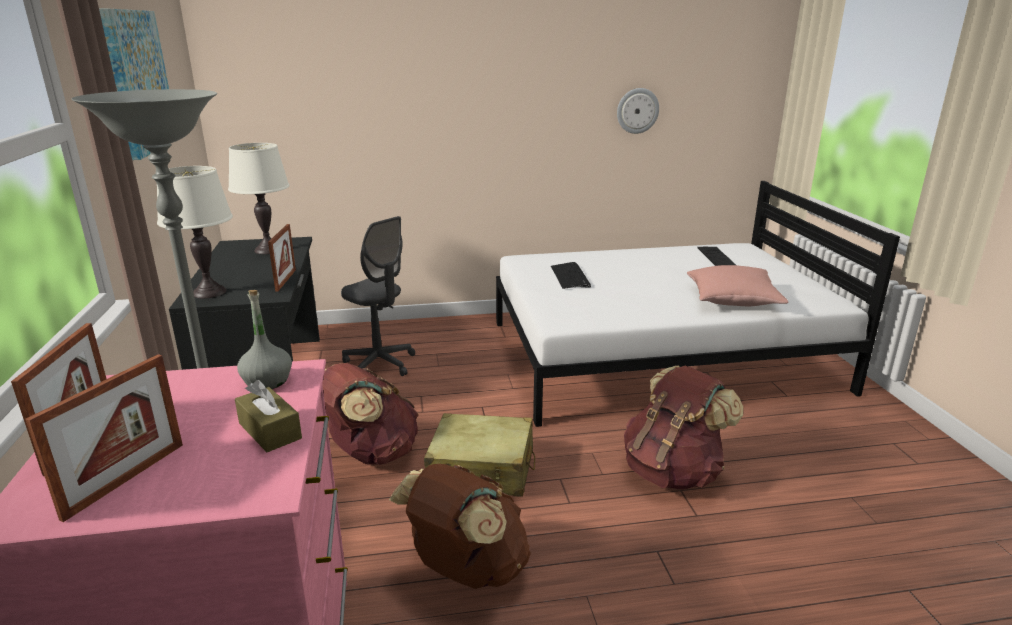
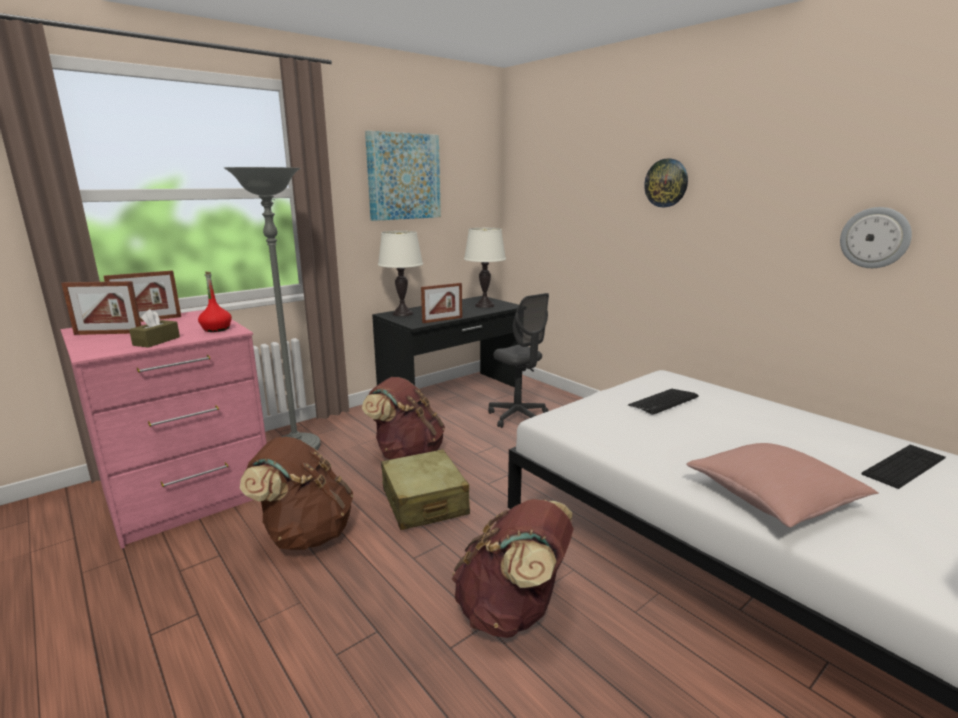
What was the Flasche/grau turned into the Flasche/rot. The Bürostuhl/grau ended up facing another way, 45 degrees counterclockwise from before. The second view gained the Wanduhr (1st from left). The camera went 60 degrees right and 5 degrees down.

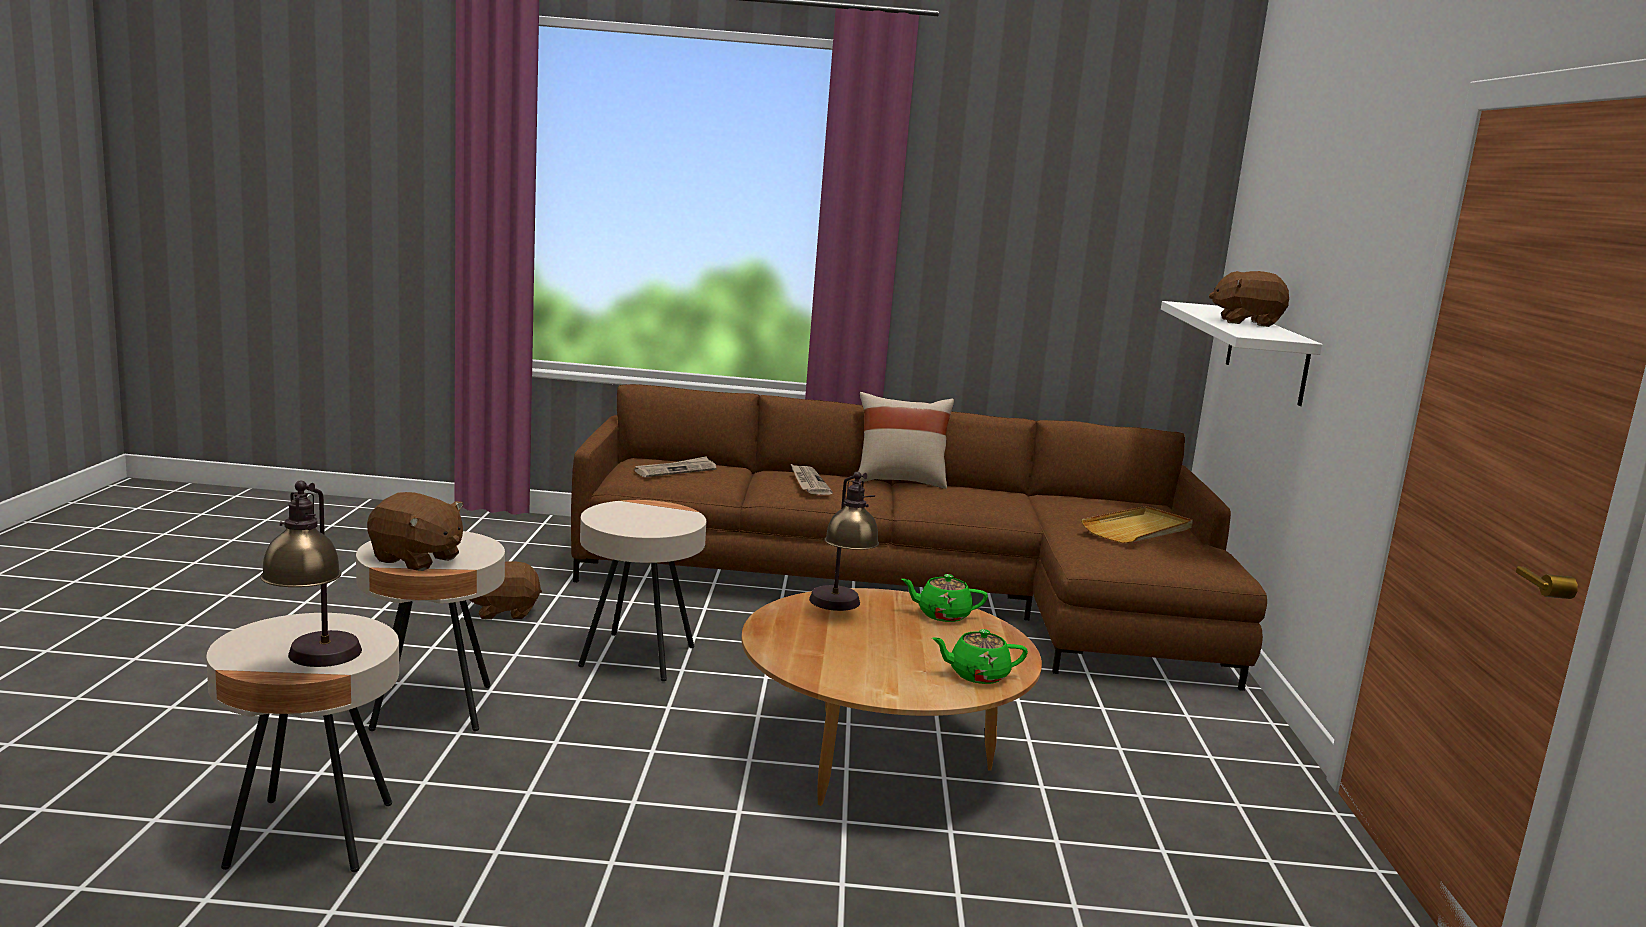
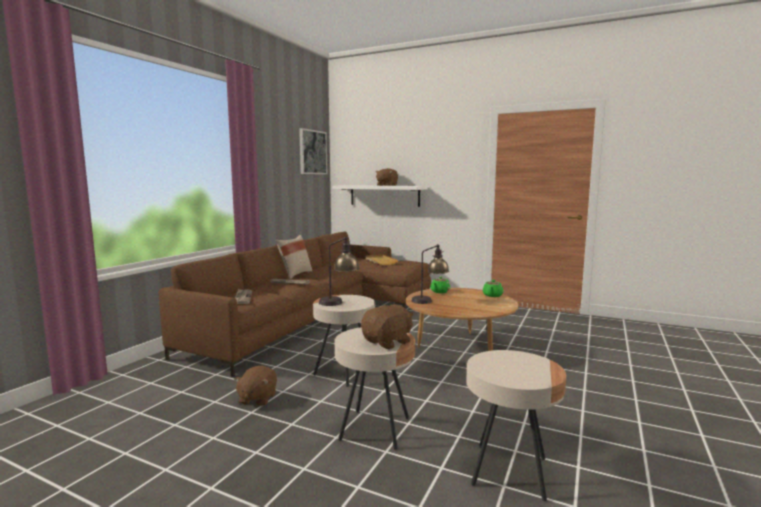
The second view gained the Bild. The Tischlampe (1st from left) ended up elsewhere. The camera went 65 degrees left and 5 degrees down.

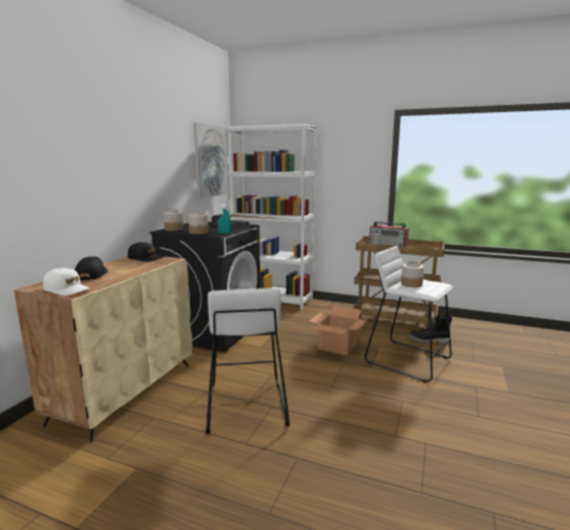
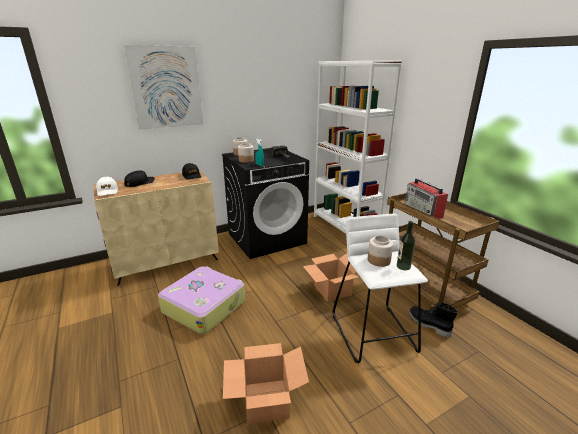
The Bild ended up elsewhere. Where the Hocker/weiß (1st from left) stood, the Koffer came to stand. The second view gained the Karton (1st from left). The second view gained the Flasche. The camera went 40 degrees right and 10 degrees up.

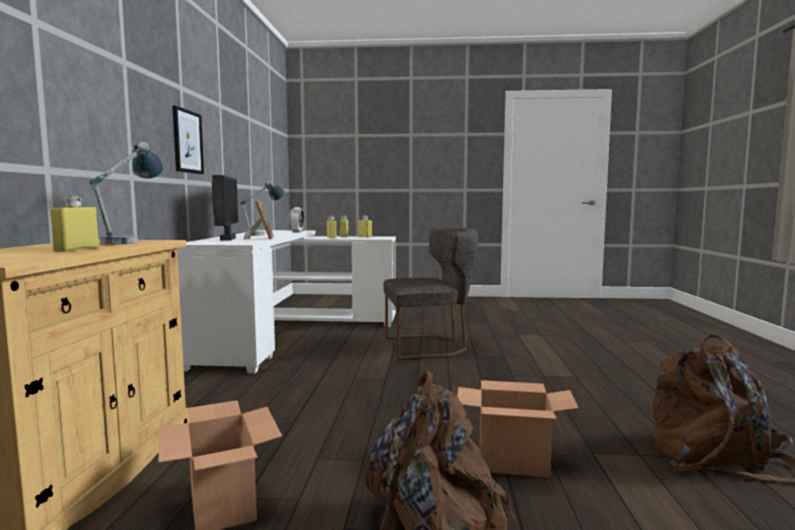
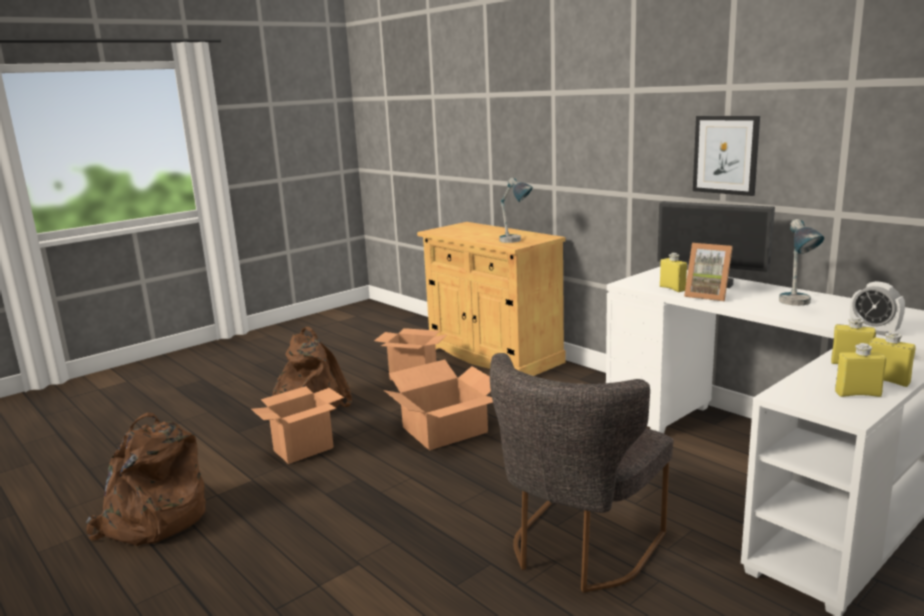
The second view gained the Karton (3rd from left). The Flasche/gelb (1st from left) ended up elsewhere. The camera went 135 degrees right and 10 degrees up.

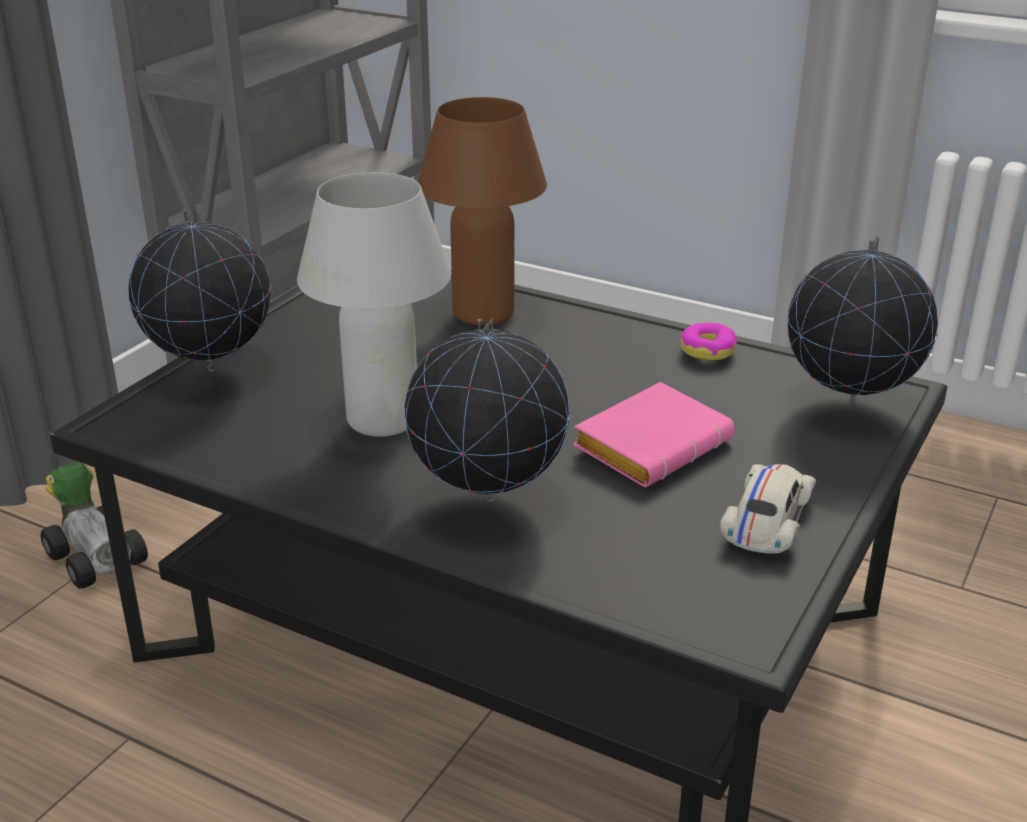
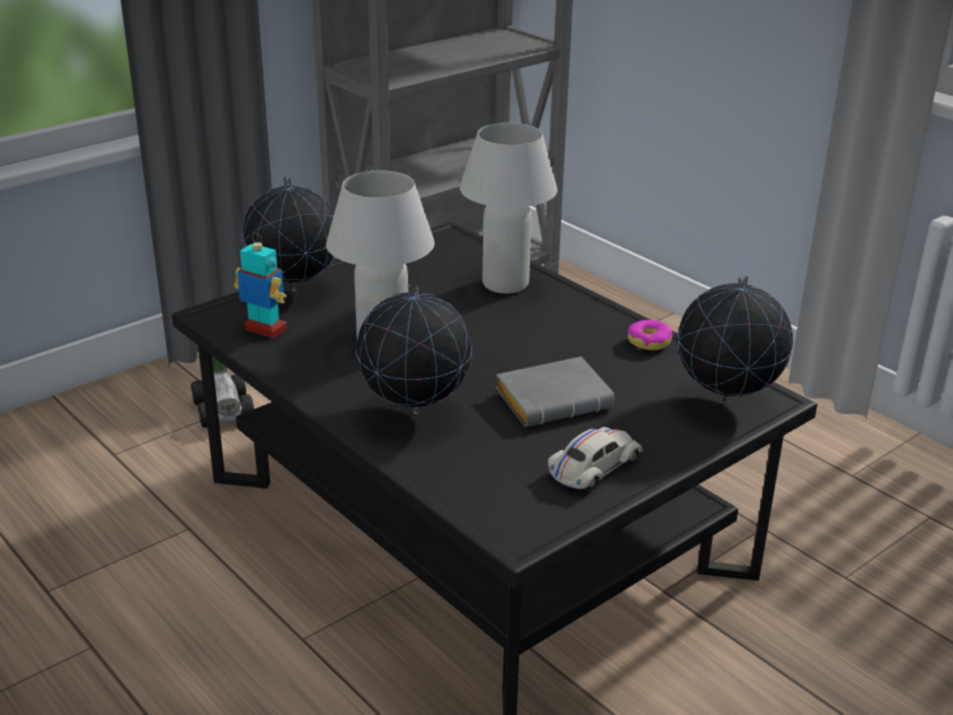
The second view gained the Spielzeugroboter. What was the Tischlampe/braun turned into the Tischlampe/weiß (2nd from left). What was the Buch/rosa turned into the Buch/grau. The camera went 20 degrees right and 0 degrees up.

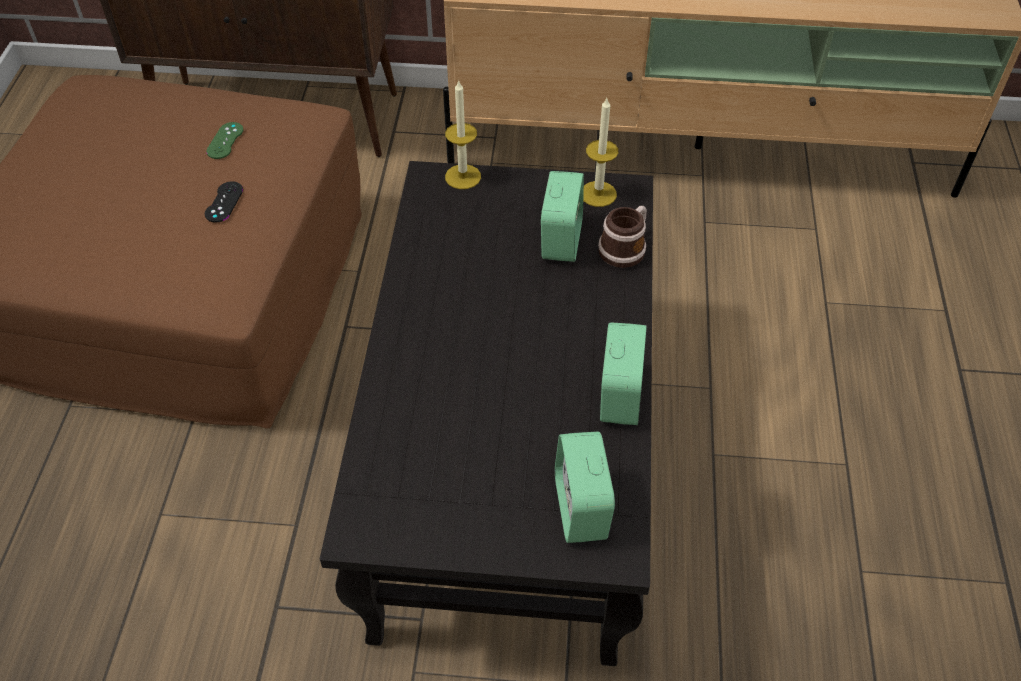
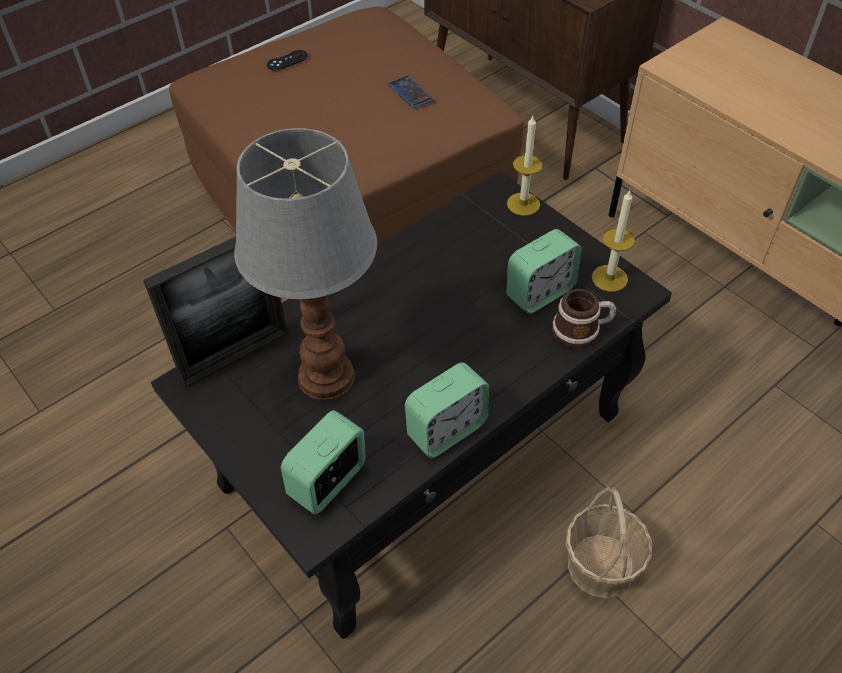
The second view gained the Bilderrahmen. The second view gained the Tischlampe. The Gamepad/schwarz ended up elsewhere. Where the Gamepad/grün stood, the Handy came to stand. The second view gained the Korb. The camera went 45 degrees right and 0 degrees up.

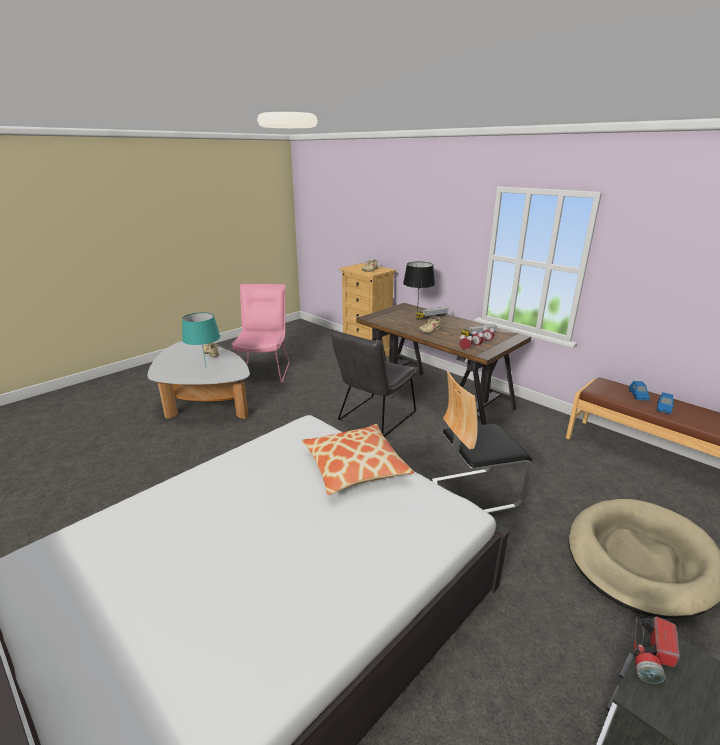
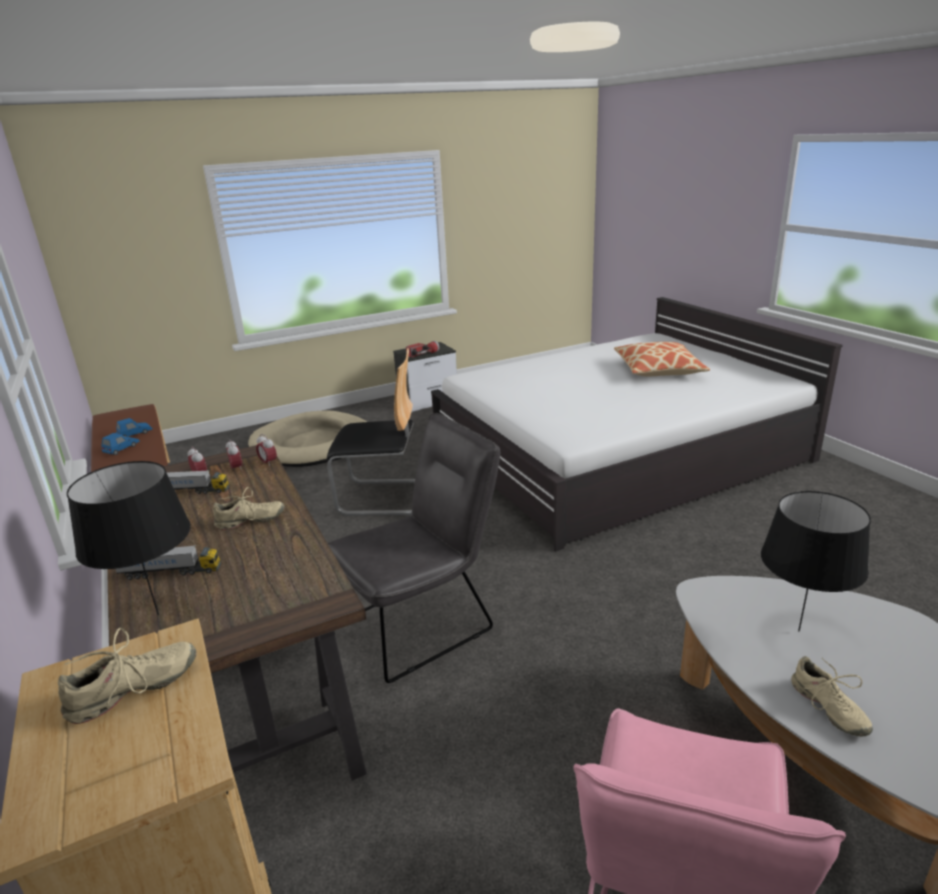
The Kissen ended up elsewhere. What was the Tischlampe/türkis turned into the Tischlampe/schwarz (2nd from left). The camera went 160 degrees left and 0 degrees up.

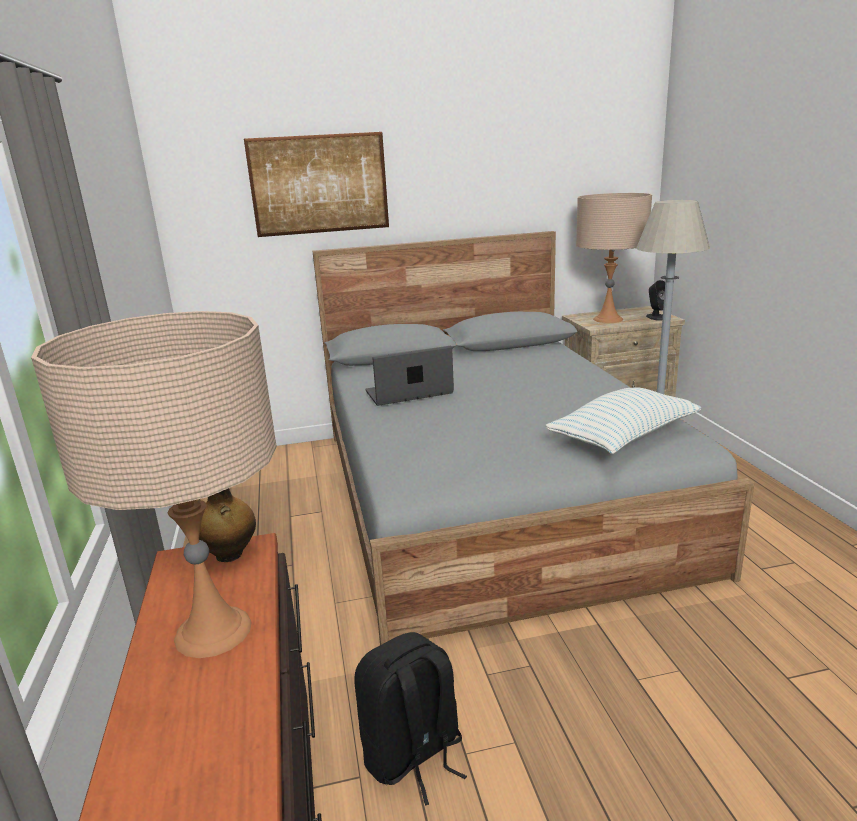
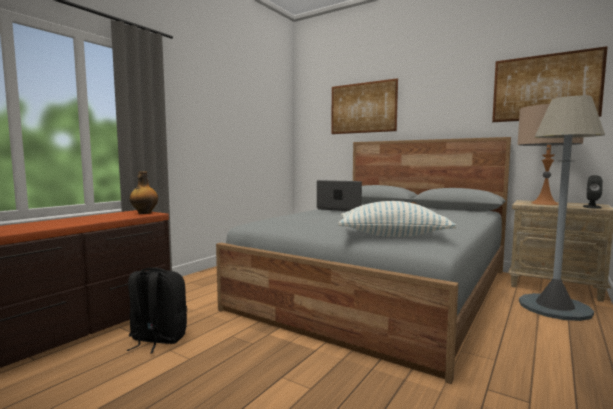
The second view gained the Bild (2nd from left). The second view lost the Tischlampe/beige (1st from left). The camera went 45 degrees right and 15 degrees down.

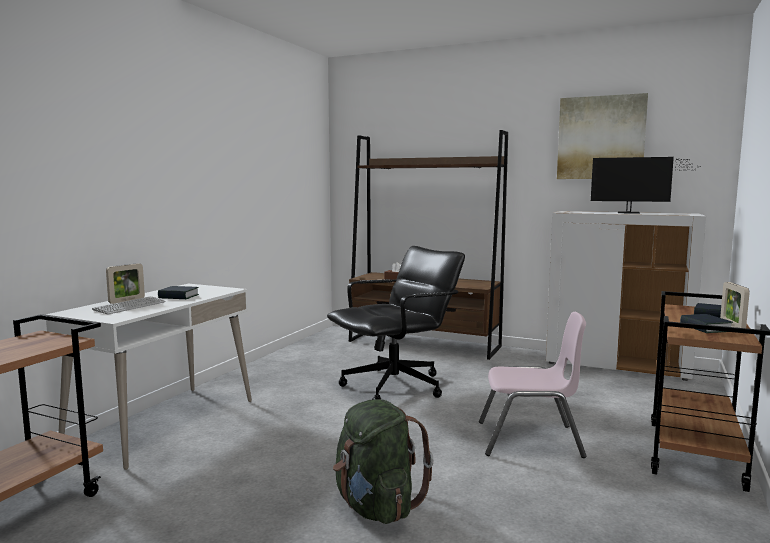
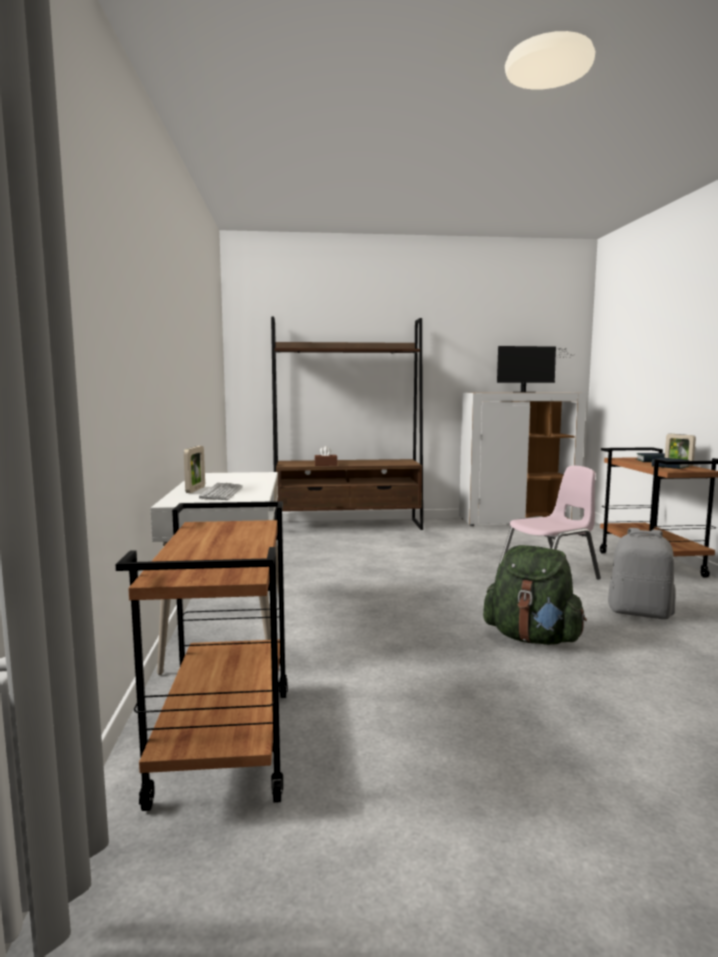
The second view gained the Rucksack/grau. The second view lost the Buch (1st from left). The second view lost the Bürostuhl/schwarz. The second view lost the Bild. The camera went 30 degrees left and 0 degrees up.

